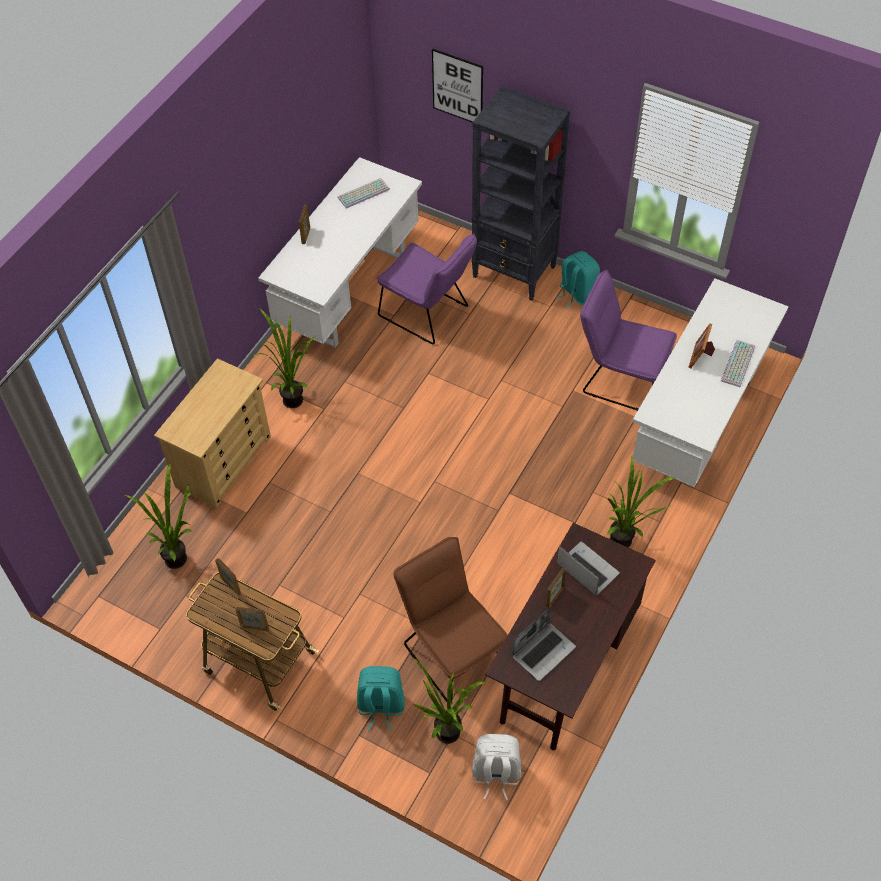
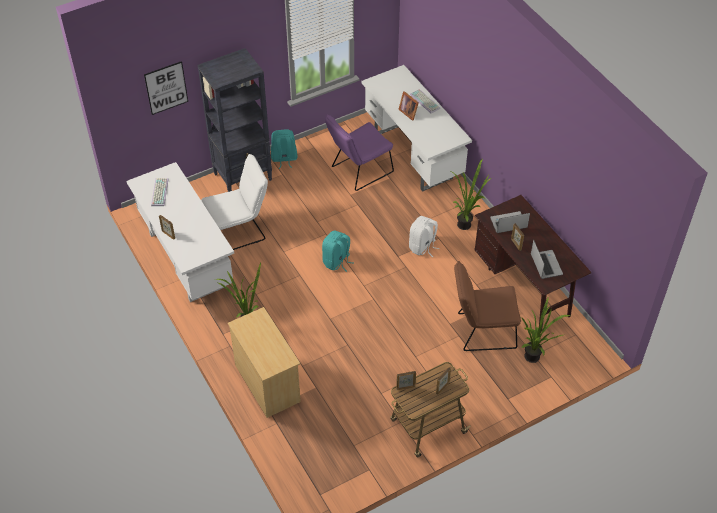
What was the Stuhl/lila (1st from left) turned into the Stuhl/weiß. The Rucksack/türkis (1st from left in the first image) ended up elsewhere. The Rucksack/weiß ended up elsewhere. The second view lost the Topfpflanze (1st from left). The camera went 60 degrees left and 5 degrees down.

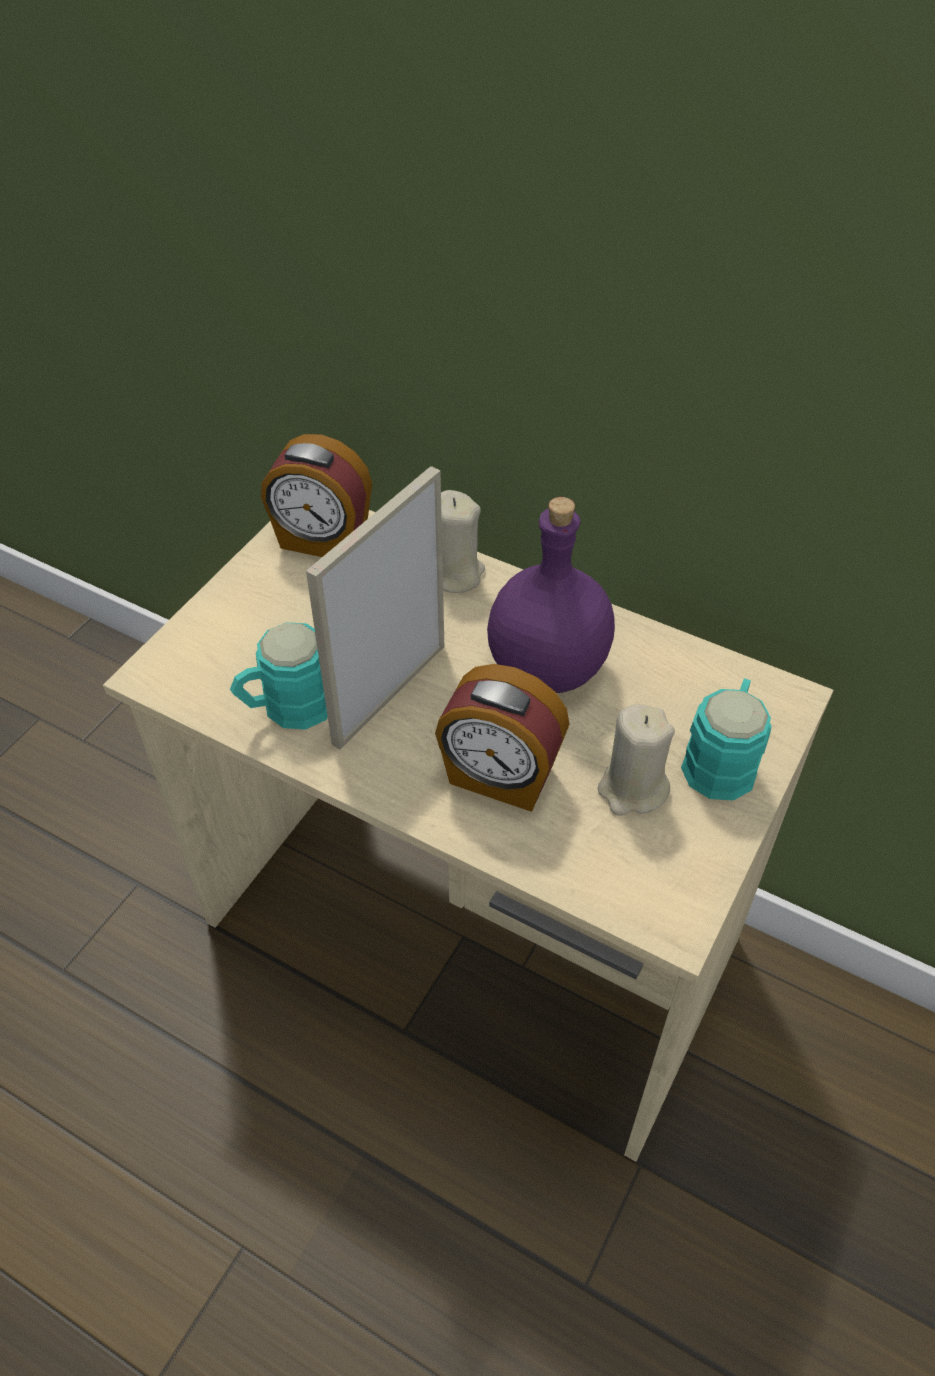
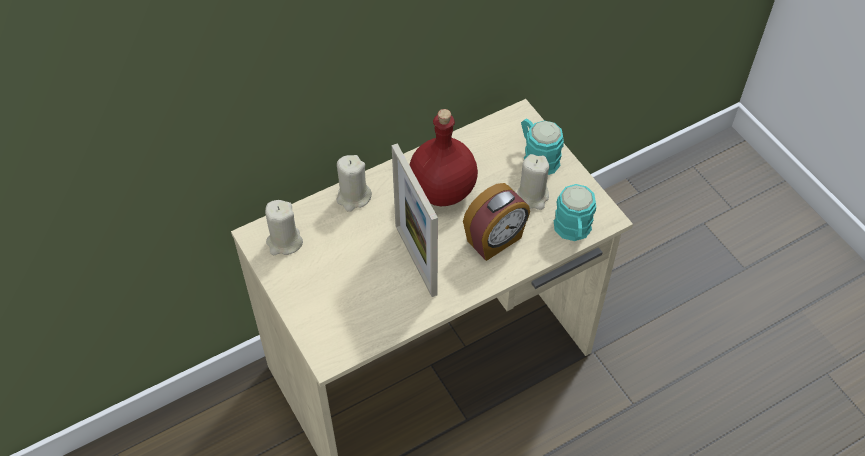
Where the Wecker (1st from left) stood, the Kerze/beige (1st from left) came to stand. What was the Flasche/lila turned into the Flasche/rot. The Henkelbecher/türkis (1st from left in the first image) ended up elsewhere. The camera went 60 degrees left and 5 degrees up.

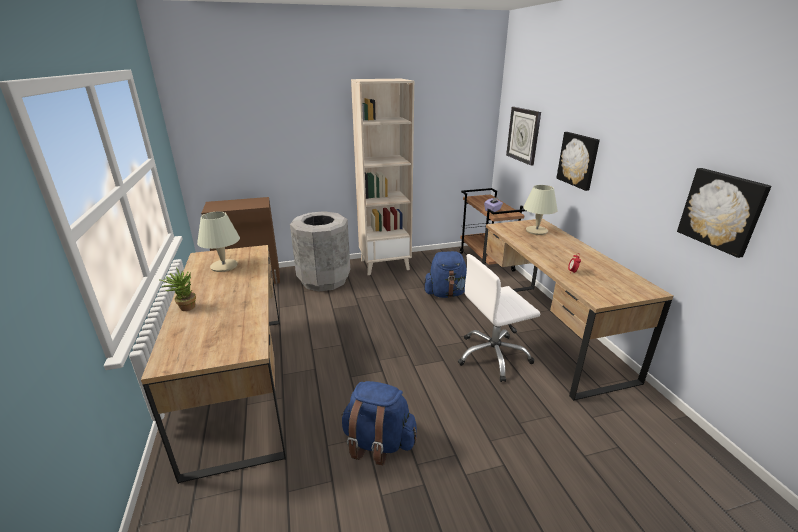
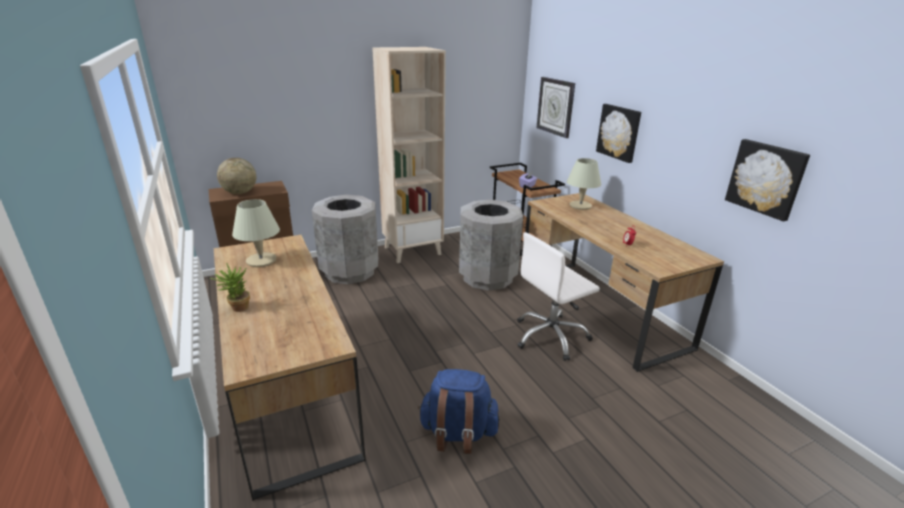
The second view gained the Globus. Where the Rucksack/blau (2nd from left) stood, the Mülleimer/grau (2nd from left) came to stand. The camera went 10 degrees left and 0 degrees up.

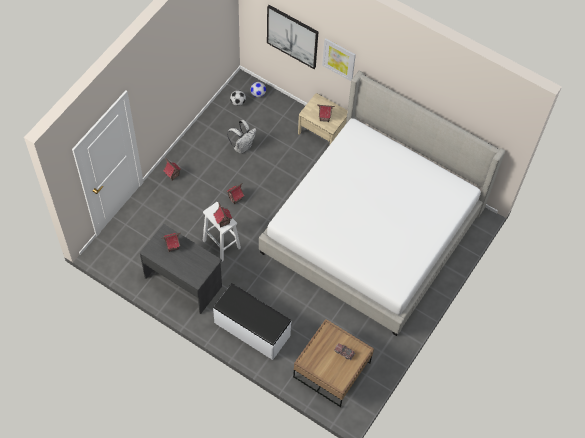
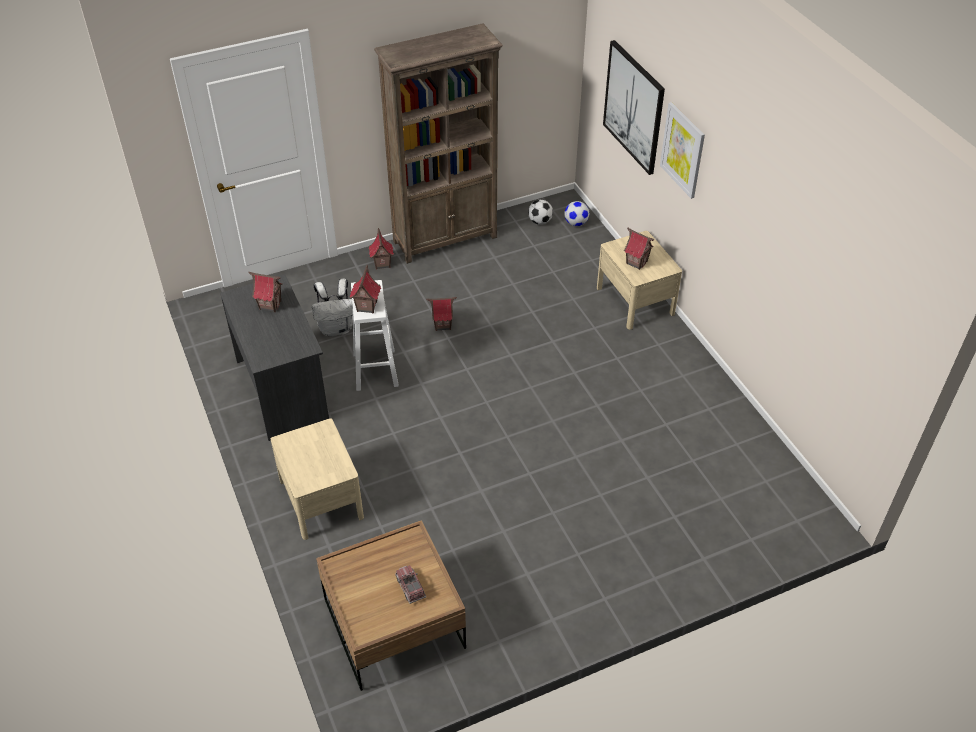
Where the Bank/weiß stood, the Nachttisch/beige (1st from left) came to stand. The Rucksack/weiß ended up elsewhere. The second view gained the Bücherregal/braun. The second view lost the Bett. The camera went 35 degrees right and 15 degrees down.

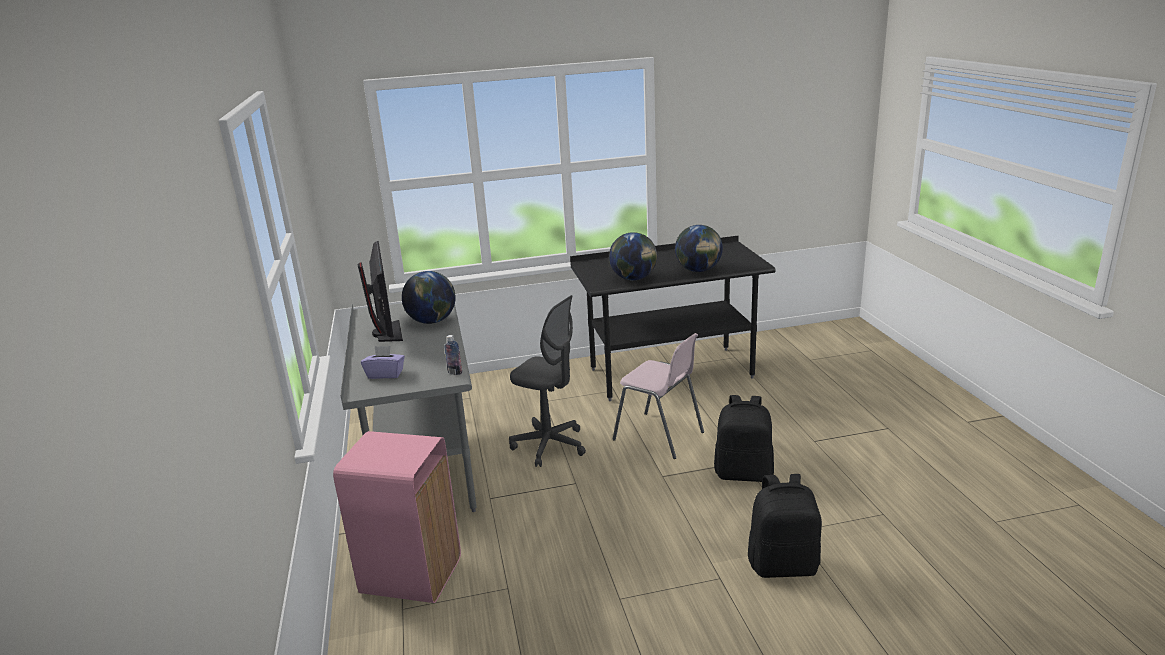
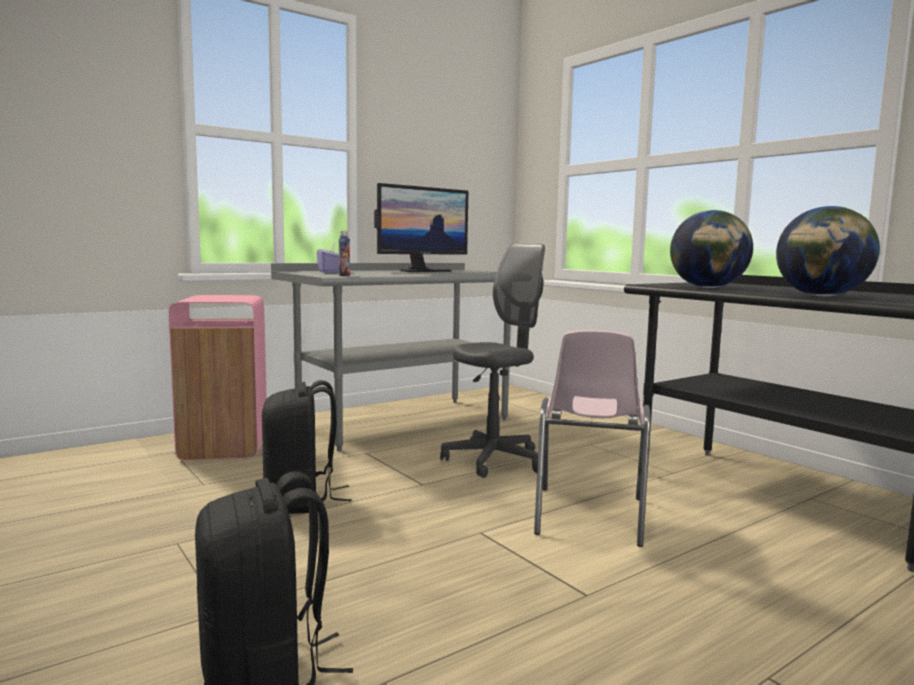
The Rucksack/schwarz (1st from left in the first image) ended up elsewhere. The Bürostuhl/grau ended up facing another way, 135 degrees counterclockwise from before. The second view lost the Globus (1st from left). The camera went 65 degrees right and 15 degrees down.

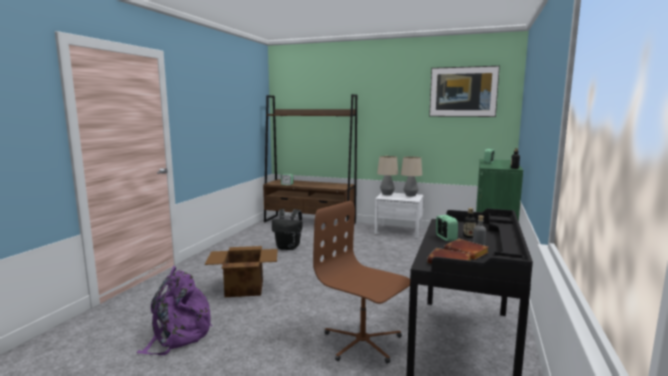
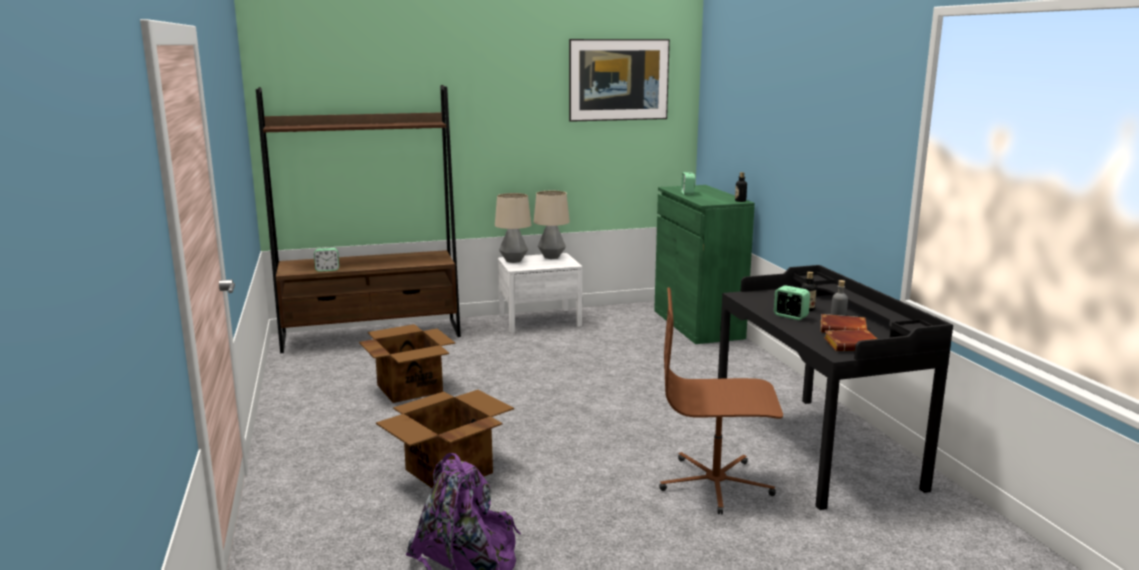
Where the Rucksack/schwarz stood, the Karton (1st from left) came to stand. The camera went 35 degrees left and 5 degrees up.

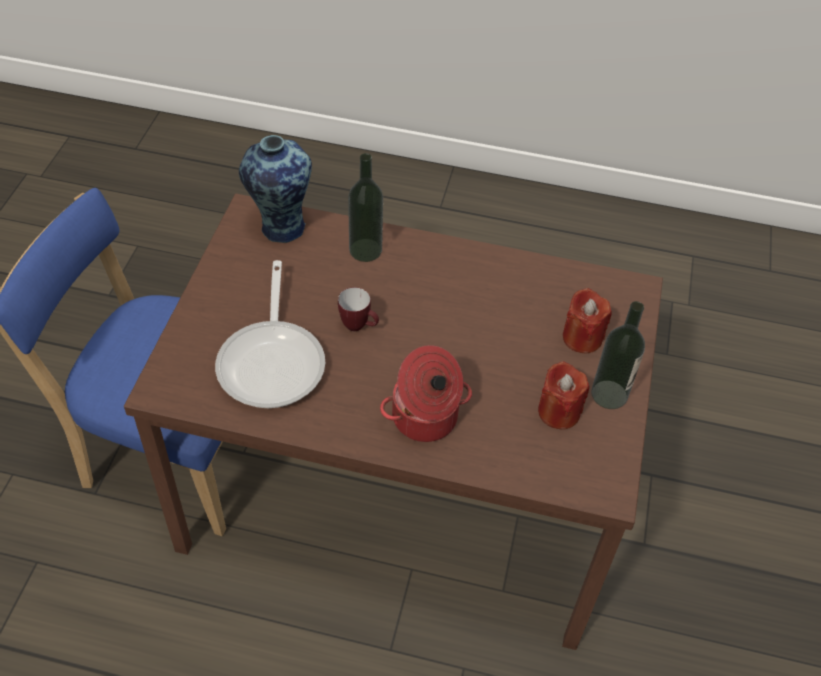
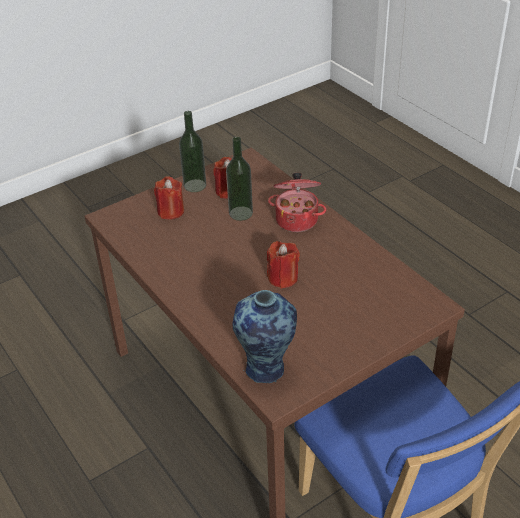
The Flasche (1st from left in the first image) ended up elsewhere. Where the Henkelbecher stood, the Kerze/rot (3rd from left) came to stand. The second view lost the Pfanne. The camera went 135 degrees left and 10 degrees down.

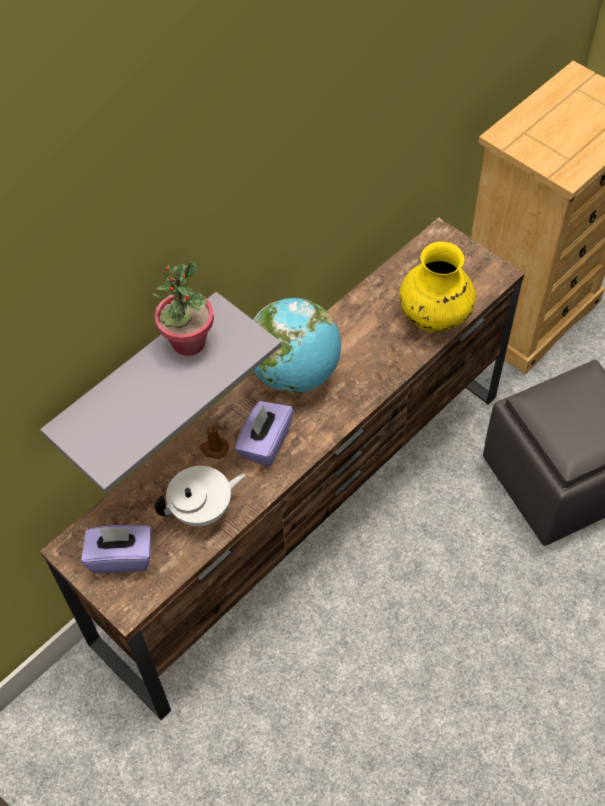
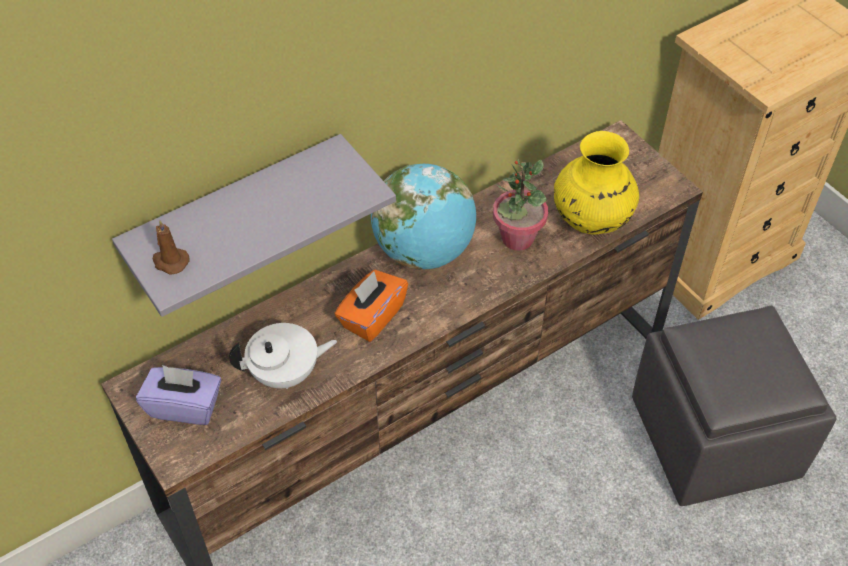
The Kerze/braun ended up elsewhere. What was the Taschentuchbox/lila (2nd from left) turned into the Taschentuchbox/orange. The Topfpflanze ended up elsewhere. The camera went 10 degrees right and 5 degrees down.

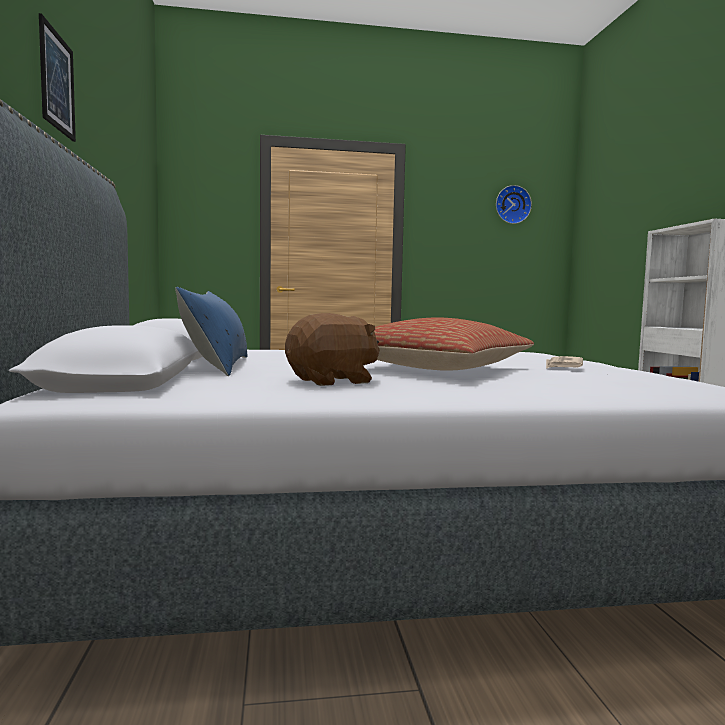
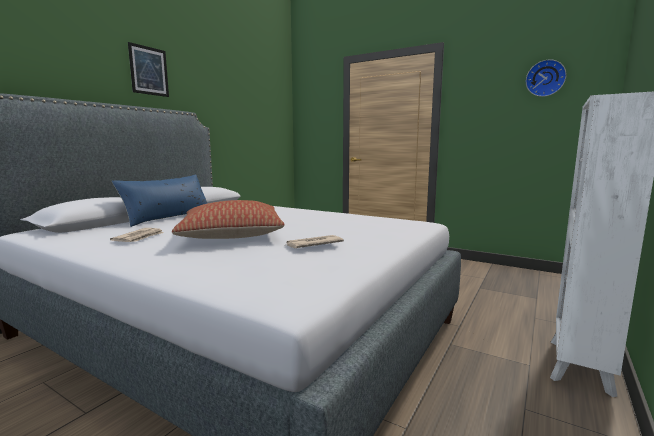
Where the Plüschtier/braun stood, the Zeitung (1st from left) came to stand. The camera went 40 degrees right and 5 degrees up.

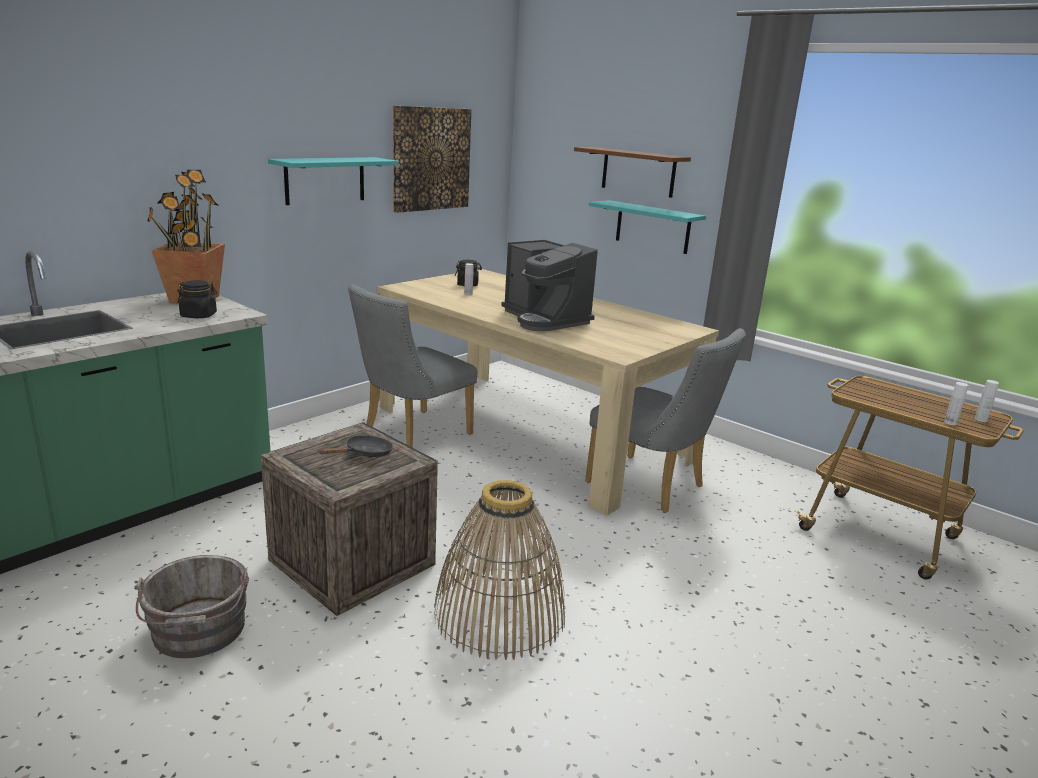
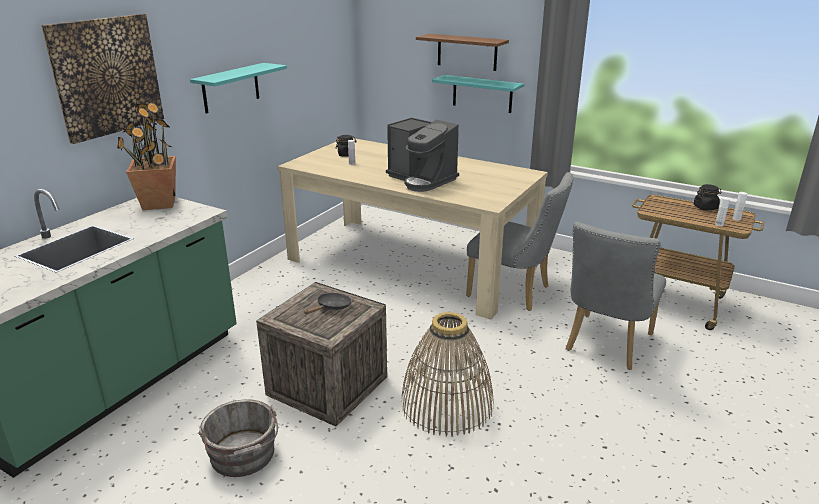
The Bild ended up elsewhere. The Stuhl/grau (1st from left in the first image) ended up elsewhere. The Vorratsglas/schwarz (1st from left in the first image) ended up elsewhere. The camera went 10 degrees left and 5 degrees up.

